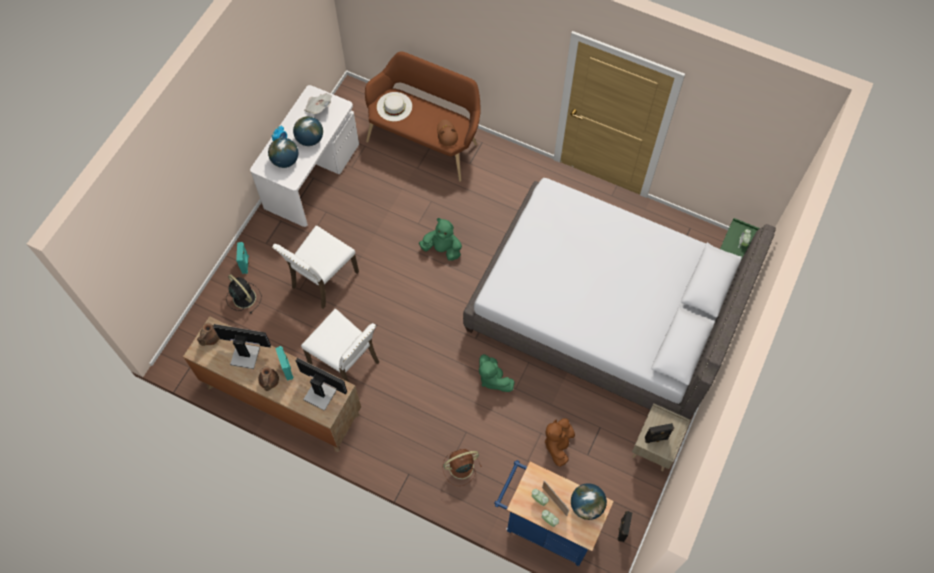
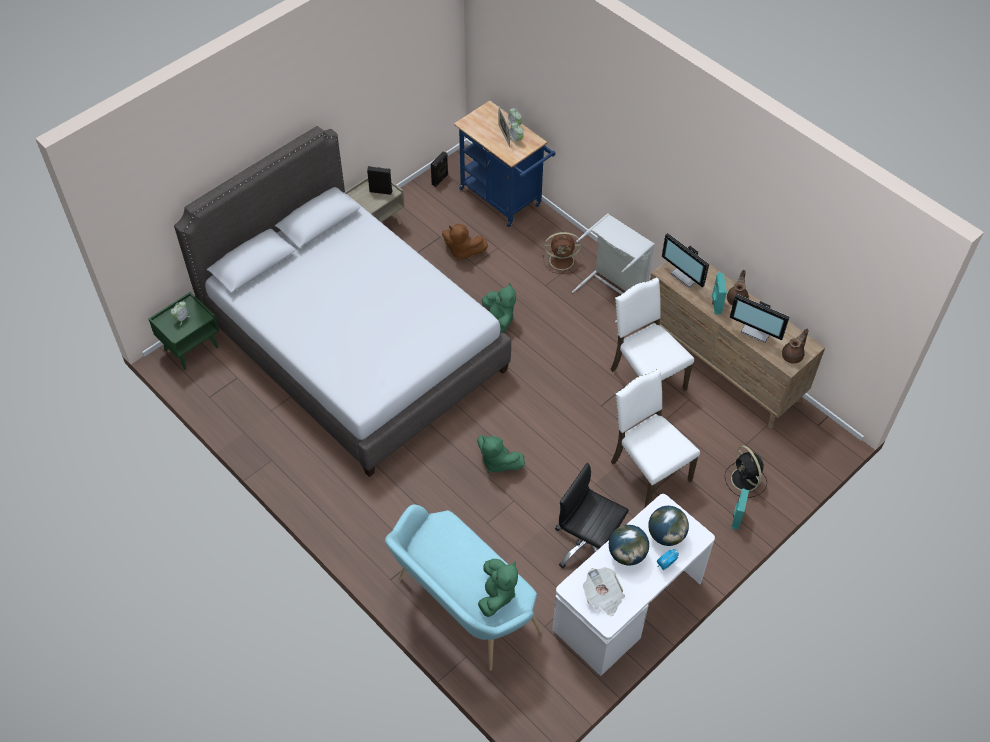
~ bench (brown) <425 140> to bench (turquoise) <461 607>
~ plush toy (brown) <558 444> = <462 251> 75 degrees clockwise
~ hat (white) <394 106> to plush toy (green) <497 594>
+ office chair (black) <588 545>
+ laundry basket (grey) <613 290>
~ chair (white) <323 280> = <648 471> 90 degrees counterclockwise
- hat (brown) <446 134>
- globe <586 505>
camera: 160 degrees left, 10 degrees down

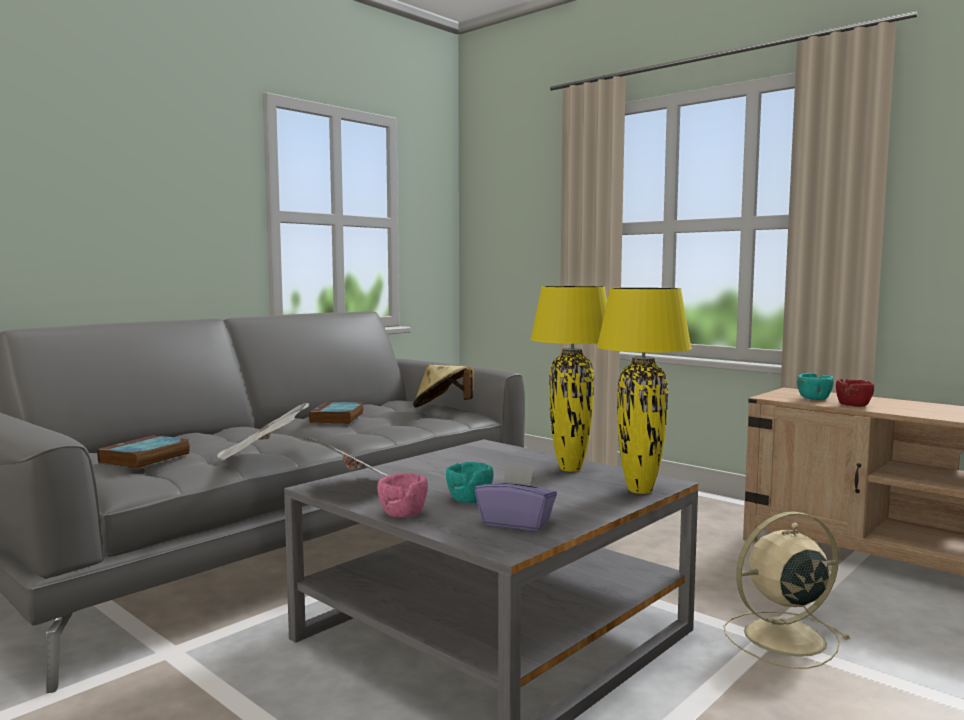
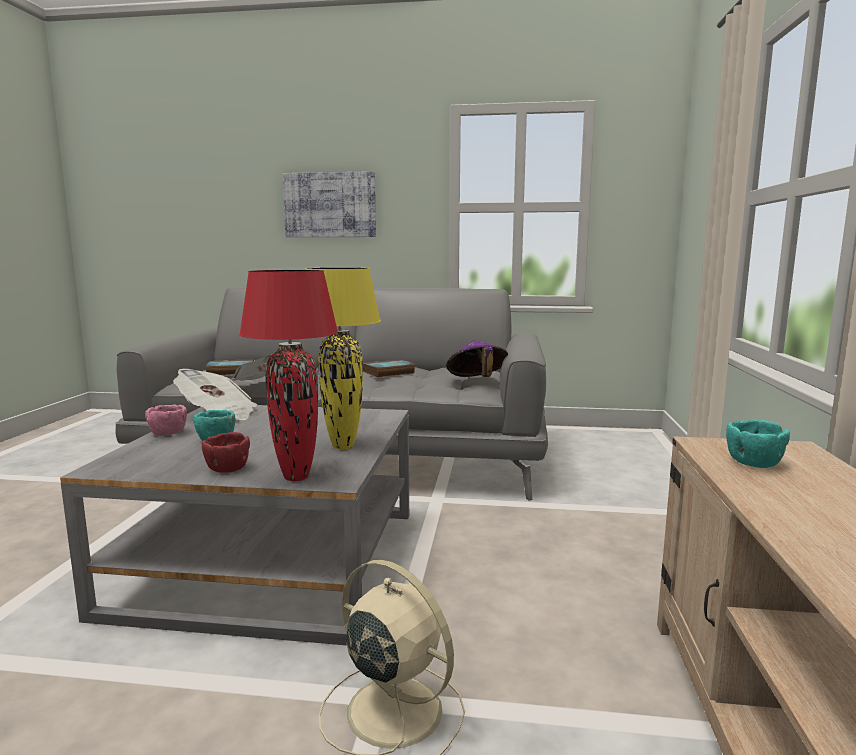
~ bowl (red) <853 405> to <227 469>
~ table lamp (yellow) <639 490> to table lamp (red) <295 477>
+ picture <330 205>
~ hat (beige) <442 408> to hat (purple) <477 381>
- tissue box (purple) <516 522>
camera: 55 degrees right, 5 degrees up

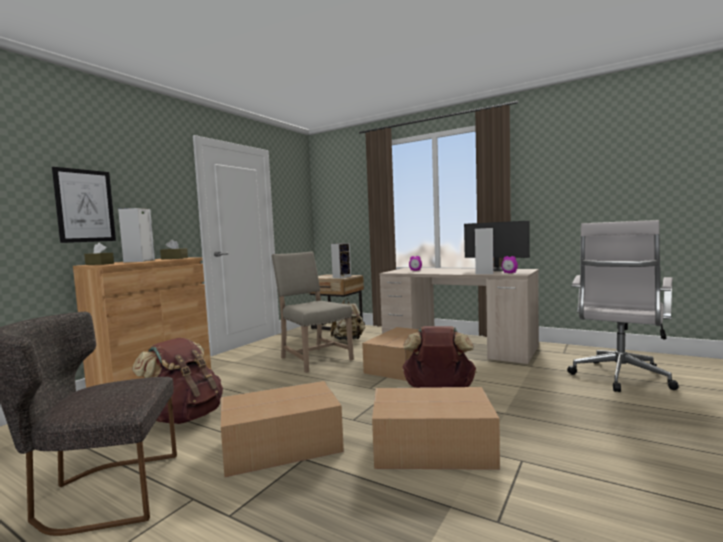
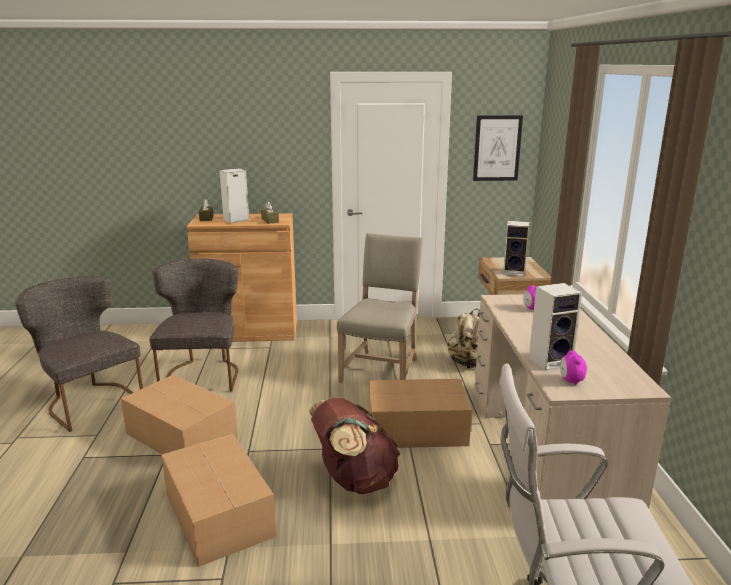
~ backpack (brown) <185 417> to chair (grey) <203 374>
~ picture <85 206> to <497 148>
- monitor <497 270>
camera: 55 degrees right, 15 degrees up

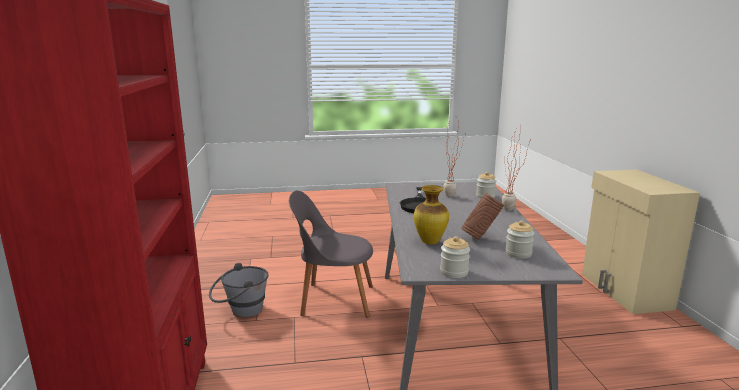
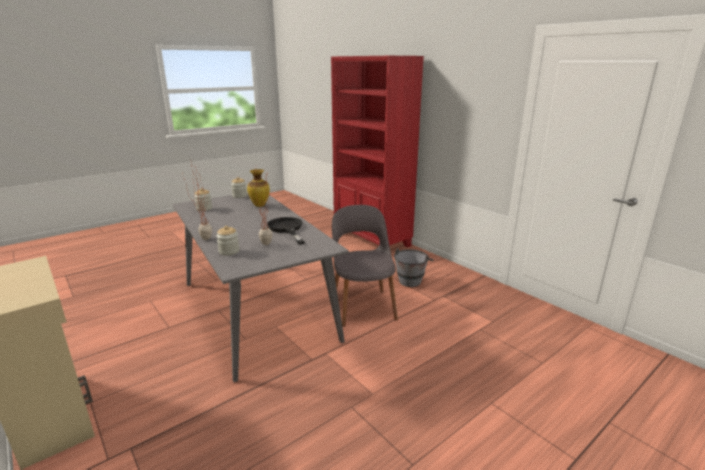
~ chair (grey) <334 300> = <363 305> 75 degrees counterclockwise
- vase (brown) <480 238>
camera: 150 degrees right, 5 degrees up

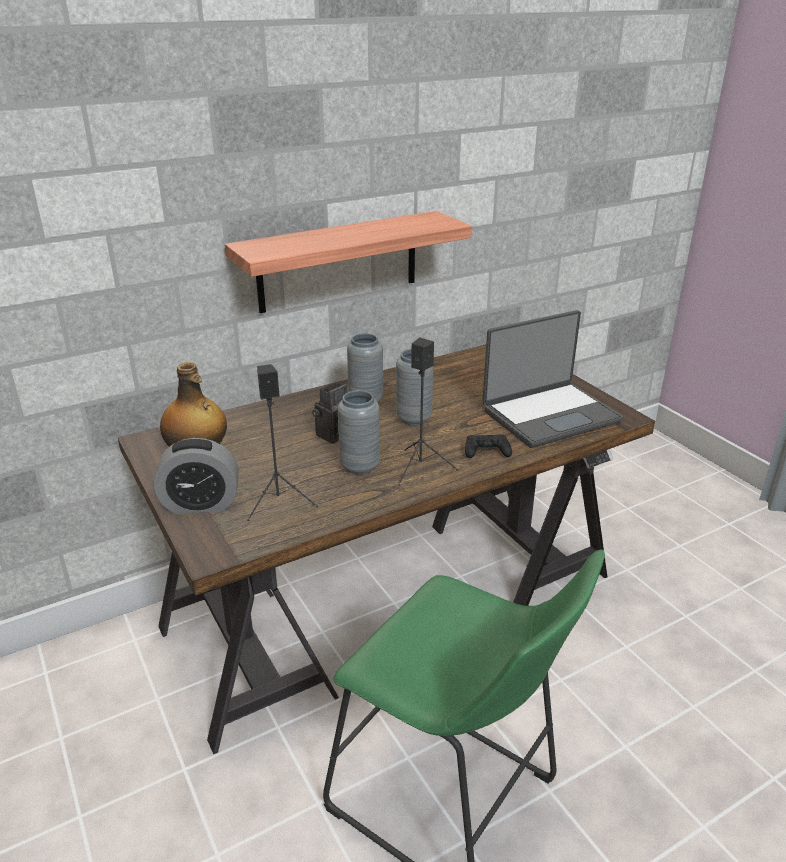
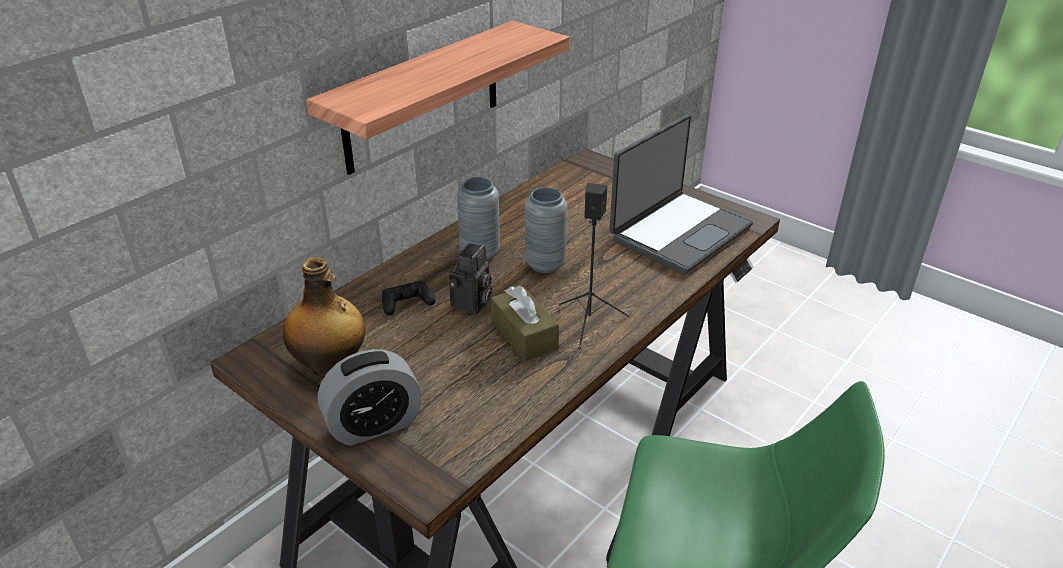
~ game controller (black) <486 451> to <407 303>
~ vase (grey) <359 466> to tissue box (brown) <524 335>
- speaker (black) <279 502>
camera: 20 degrees left, 5 degrees up

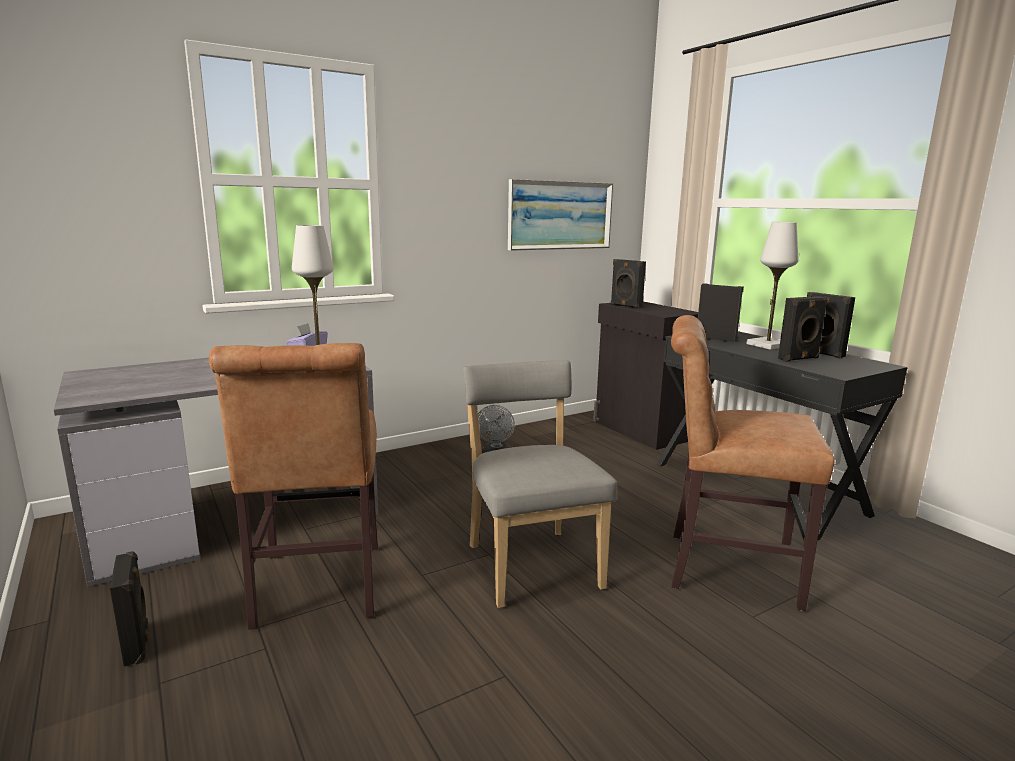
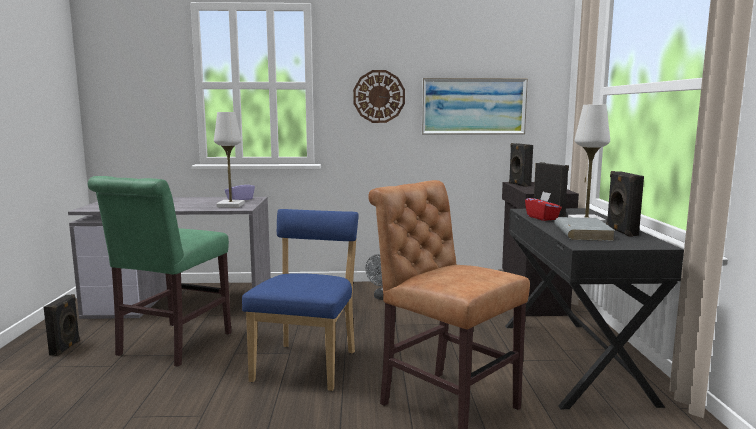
~ chair (brown) <317 590> to chair (green) <171 346>
~ chair (grey) <531 562> to chair (blue) <308 364>
+ wall clock <379 96>
+ tissue box (red) <542 218>
~ speaker (black) <799 359> to book (grey) <582 232>
camera: 30 degrees right, 5 degrees down

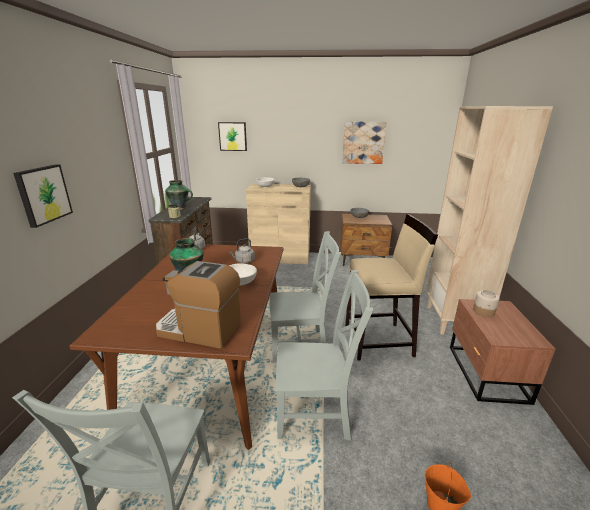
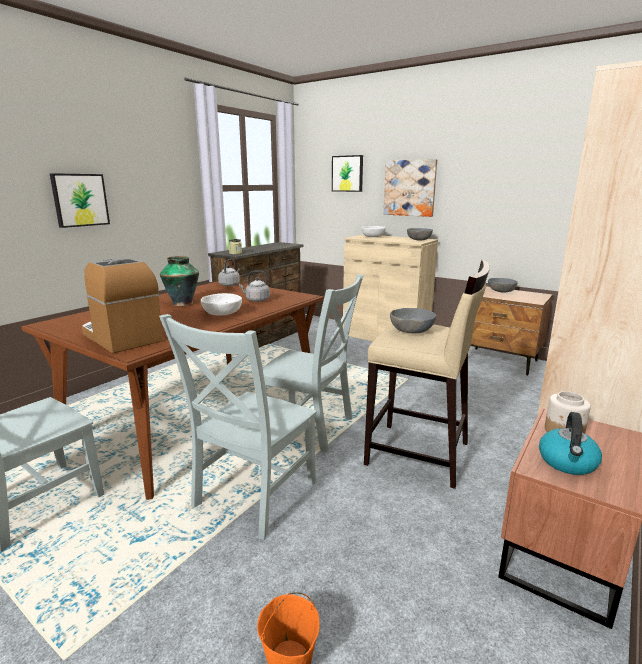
~ chair (grey) <316 412> = <252 497> 90 degrees clockwise
~ picture <363 142> to <410 188>
+ bowl (grey) <412 331>
+ kettle <567 462>
- vase <180 208>
camera: 30 degrees right, 5 degrees down

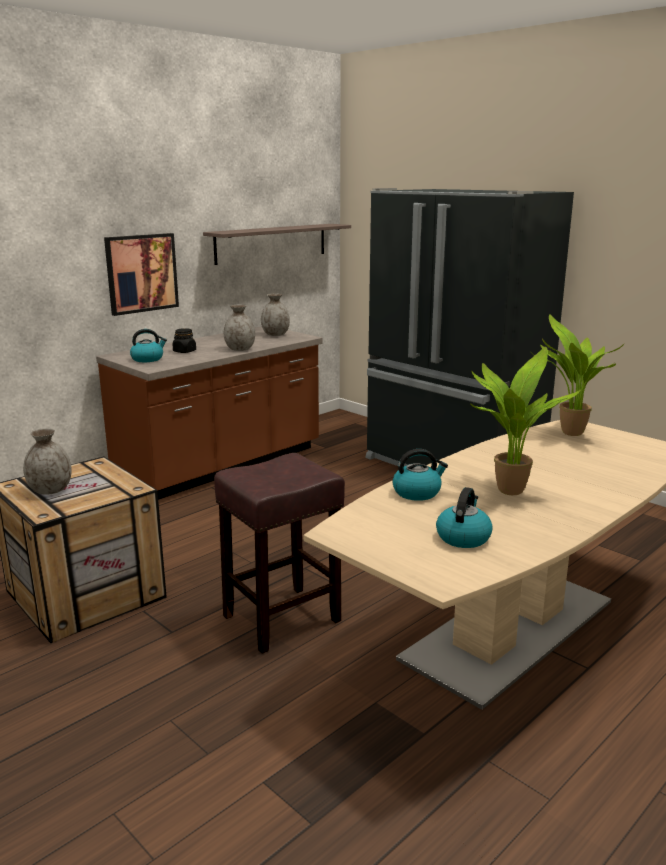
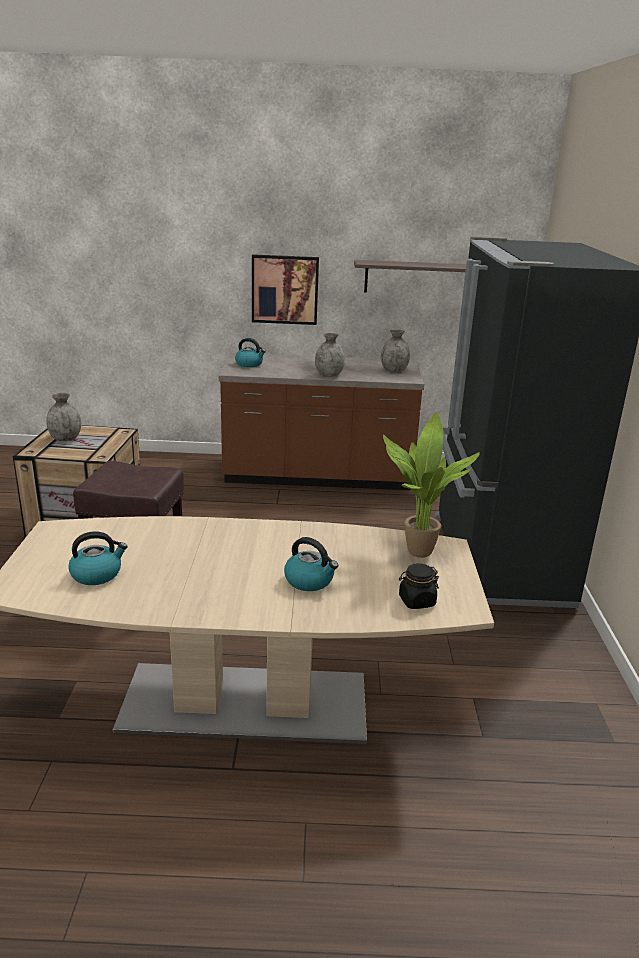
~ kettle <417 492> to <310 581>
~ jar (black) <184 351> to <416 601>
- potted plant <507 489>
camera: 45 degrees right, 5 degrees up

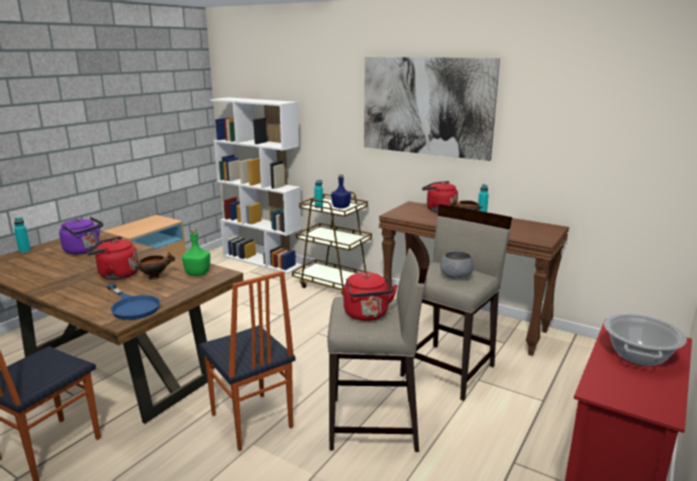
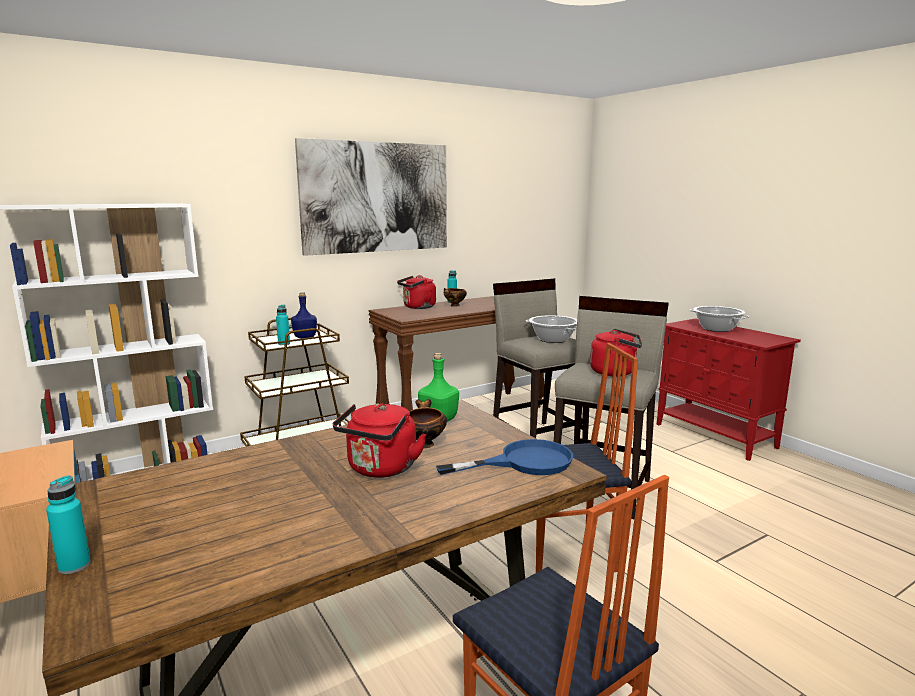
~ bowl (grey) <455 276> to cooking pot <553 339>
- kettle (purple) <84 250>
camera: 65 degrees left, 5 degrees down

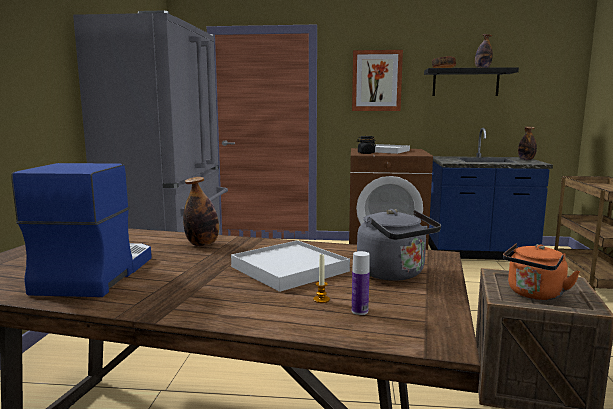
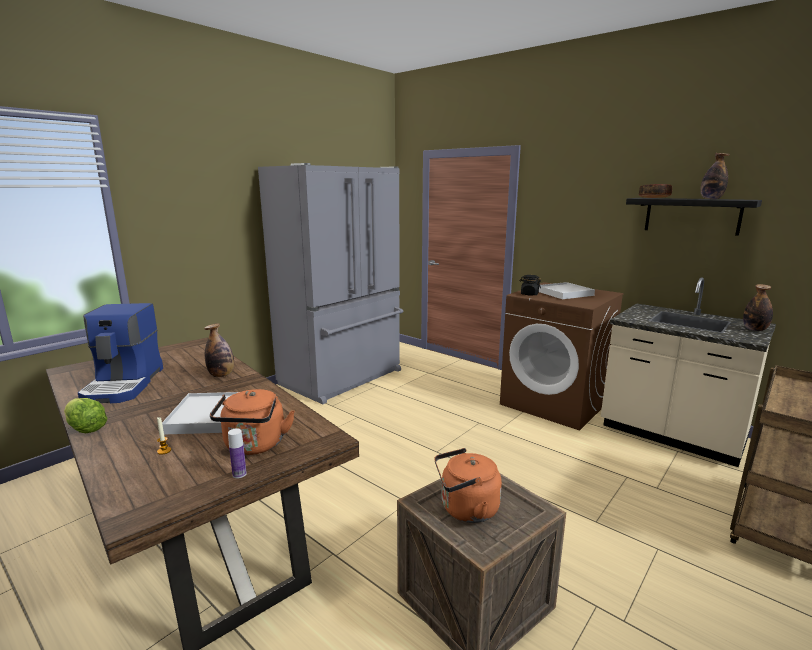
+ lettuce <86 429>
~ coffee machine <95 274> = <125 385> 135 degrees clockwise
~ kettle (grey) <394 274> to kettle (orange) <254 446>
~ bottle <359 311> to <239 474>
~ counter (blue) <480 253> to counter (beige) <671 435>
- picture <376 81>
camera: 35 degrees right, 5 degrees up

